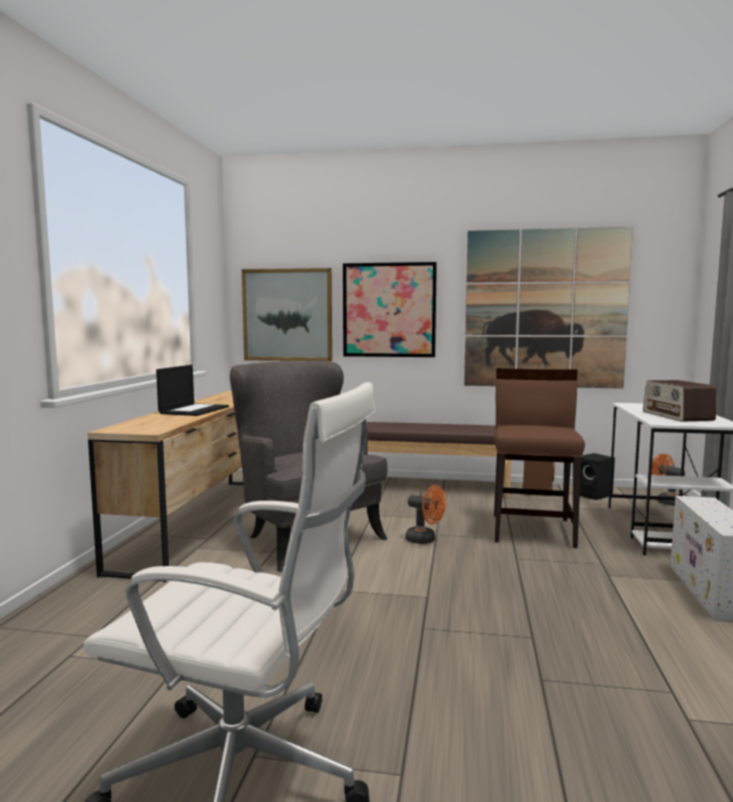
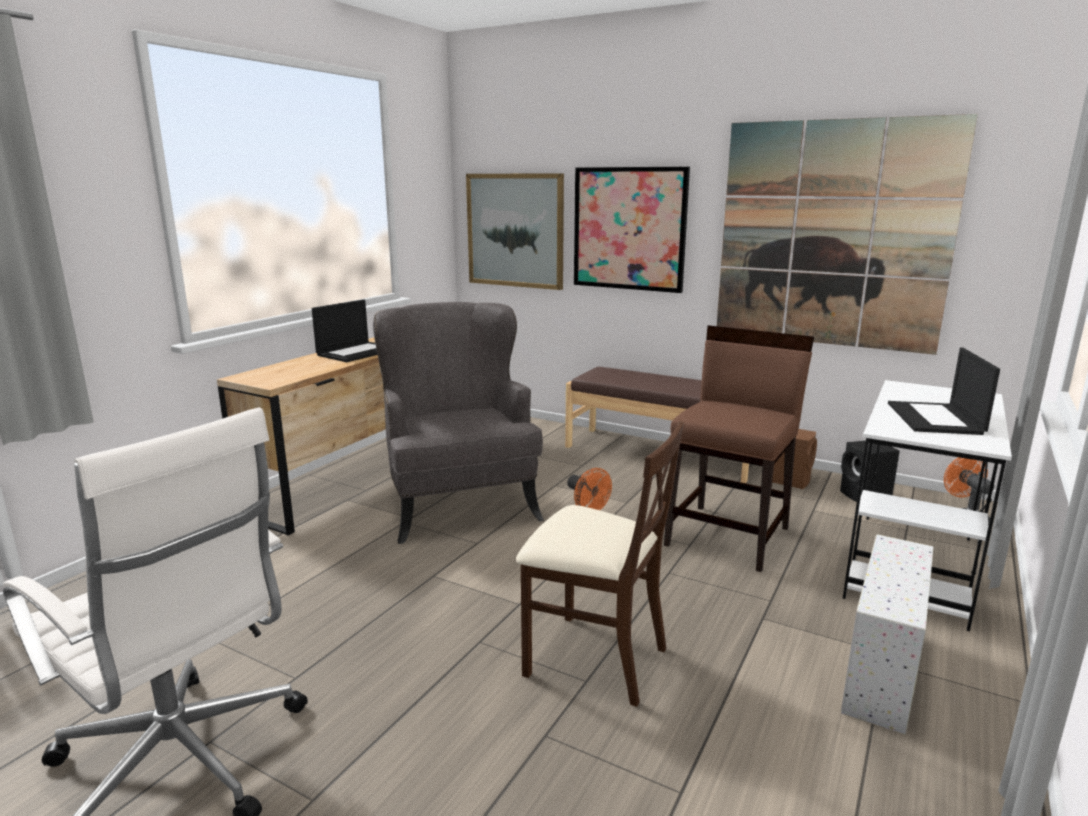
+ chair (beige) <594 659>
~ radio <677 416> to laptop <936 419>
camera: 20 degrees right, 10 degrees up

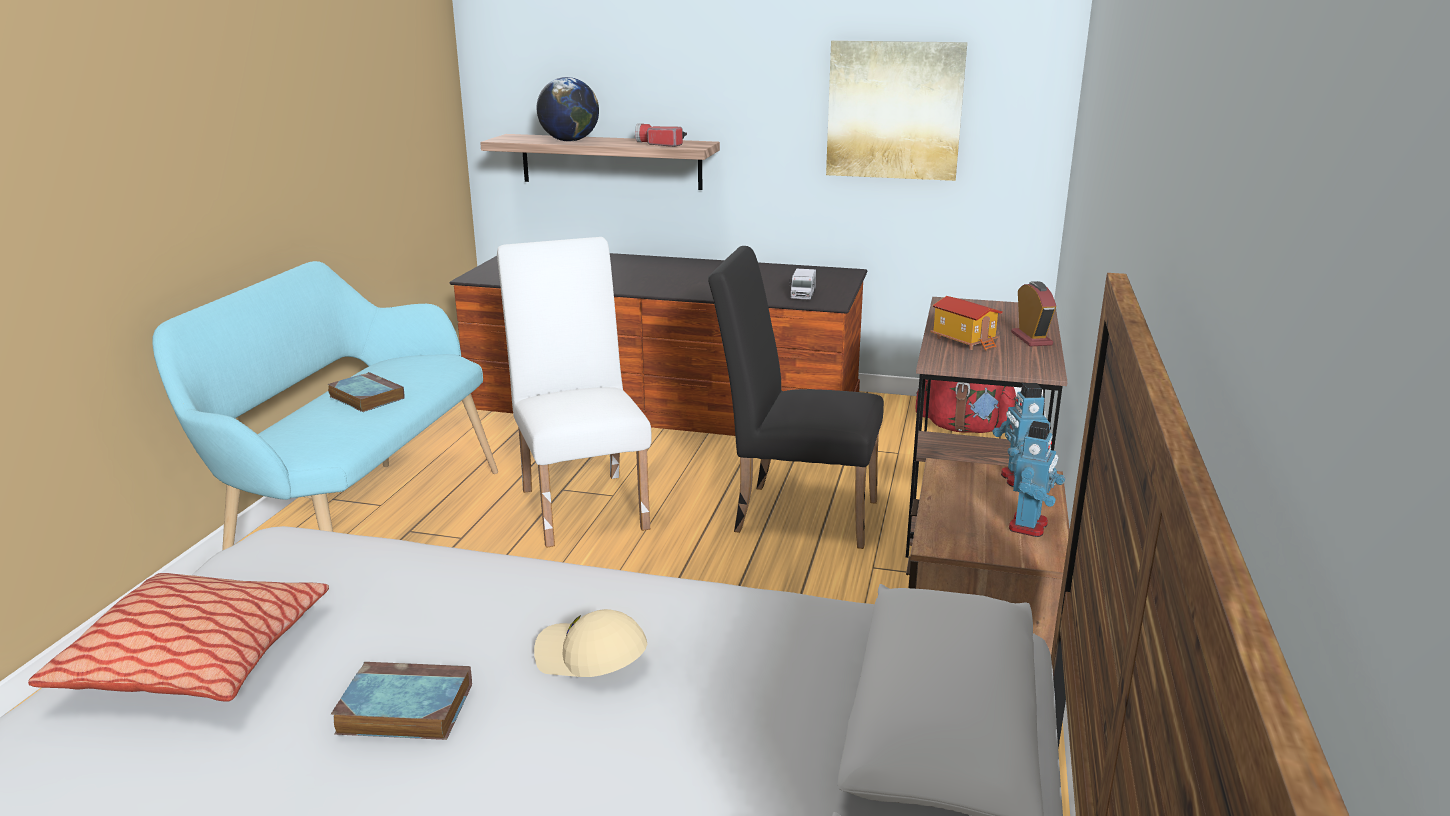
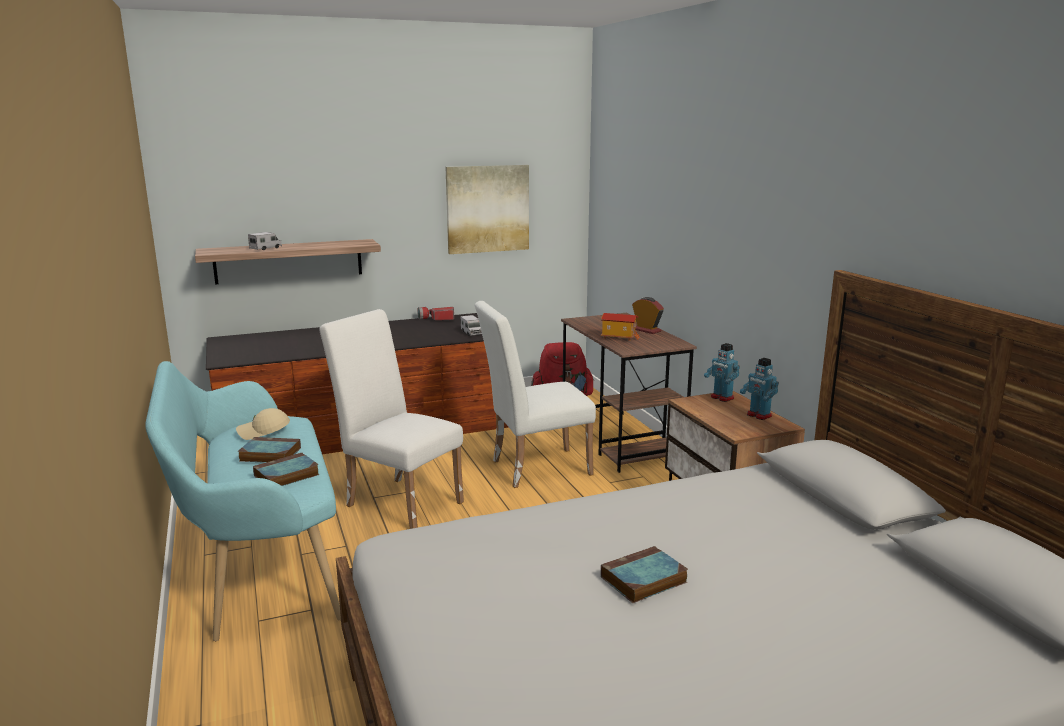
~ cap (beige) <589 658> to <263 432>
~ globe <569 141> to toy truck <266 248>
+ book <285 476>
~ flashlight <658 144> to <436 319>
~ chair (black) <794 513> to chair (white) <533 468>
~ toy robot <1029 526> = <758 415> 150 degrees clockwise
- pillow <197 659>
camera: 35 degrees left, 5 degrees down

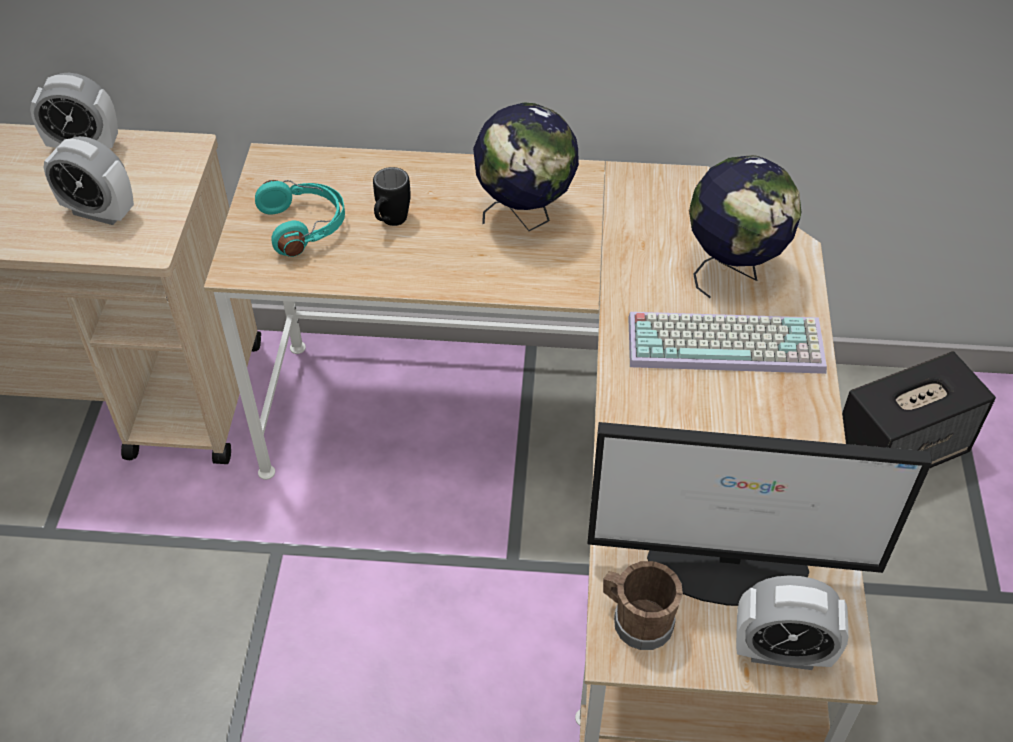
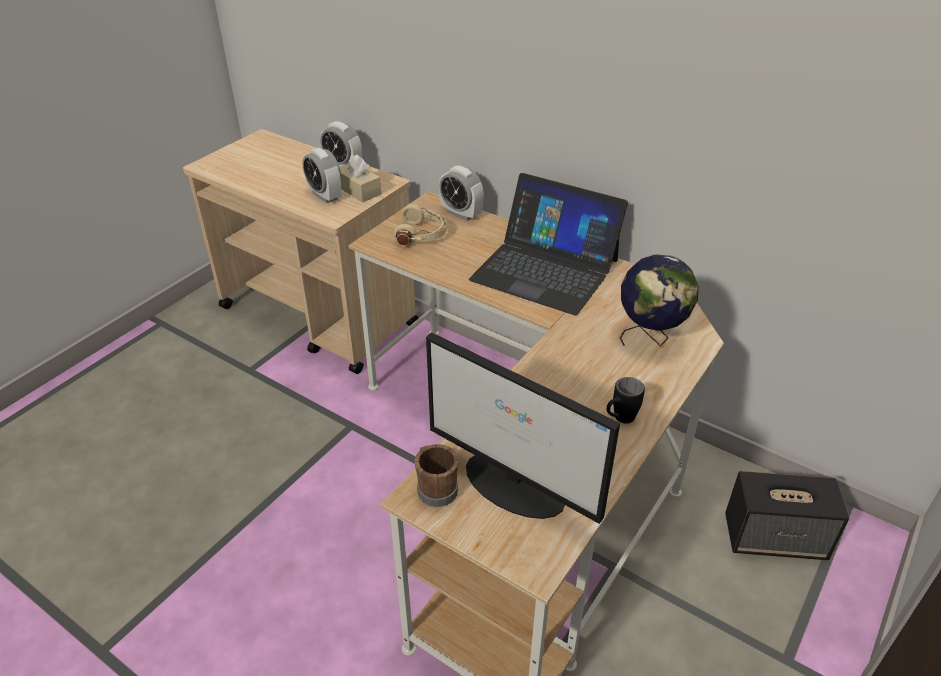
+ tissue box (beige) <358 190>
~ headphones (turquoise) <305 226> to headphones (beige) <422 235>
~ alarm clock <781 652> to <461 213>
~ globe <525 217> to laptop <545 269>
~ mug (black) <390 223> to <619 419>
- keyboard <727 341>
camera: 30 degrees right, 10 degrees down

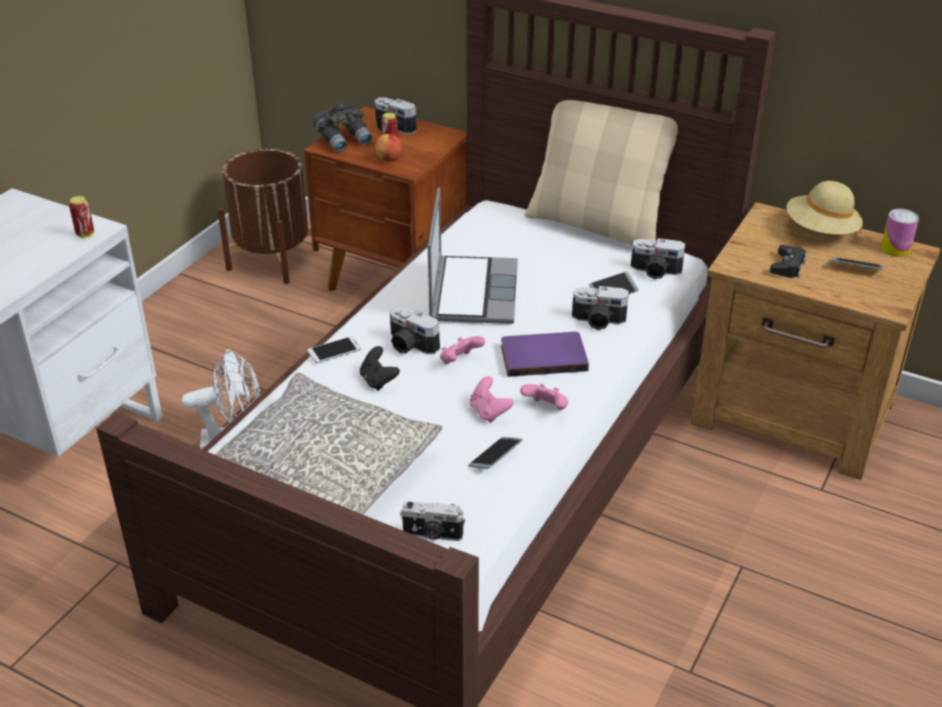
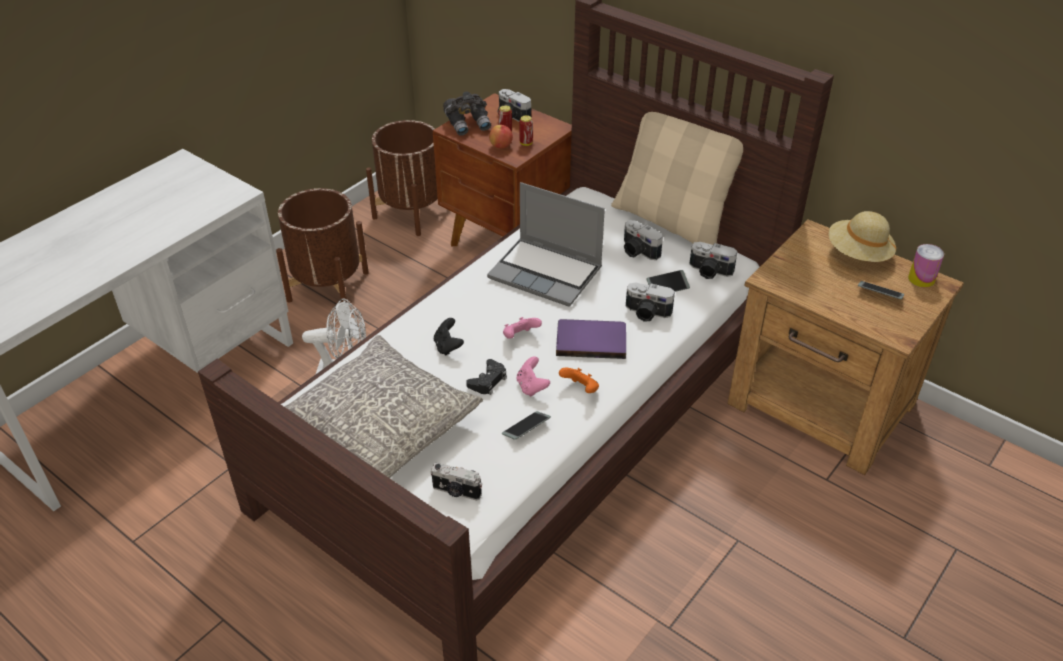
+ planter (brown) <328 286>
~ game controller (black) <788 266> to <488 381>
~ laptop <472 292> = <547 273> 105 degrees clockwise
~ can <85 234> to <526 143>
~ game controller (pink) <546 408> to game controller (orange) <580 389>
~ photo camera <410 345> to <638 251>
- phone <334 350>
camera: 10 degrees right, 5 degrees up

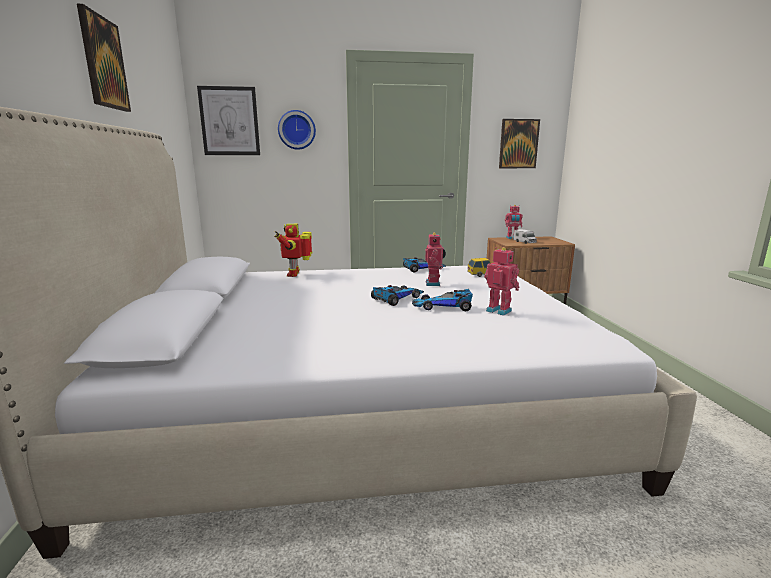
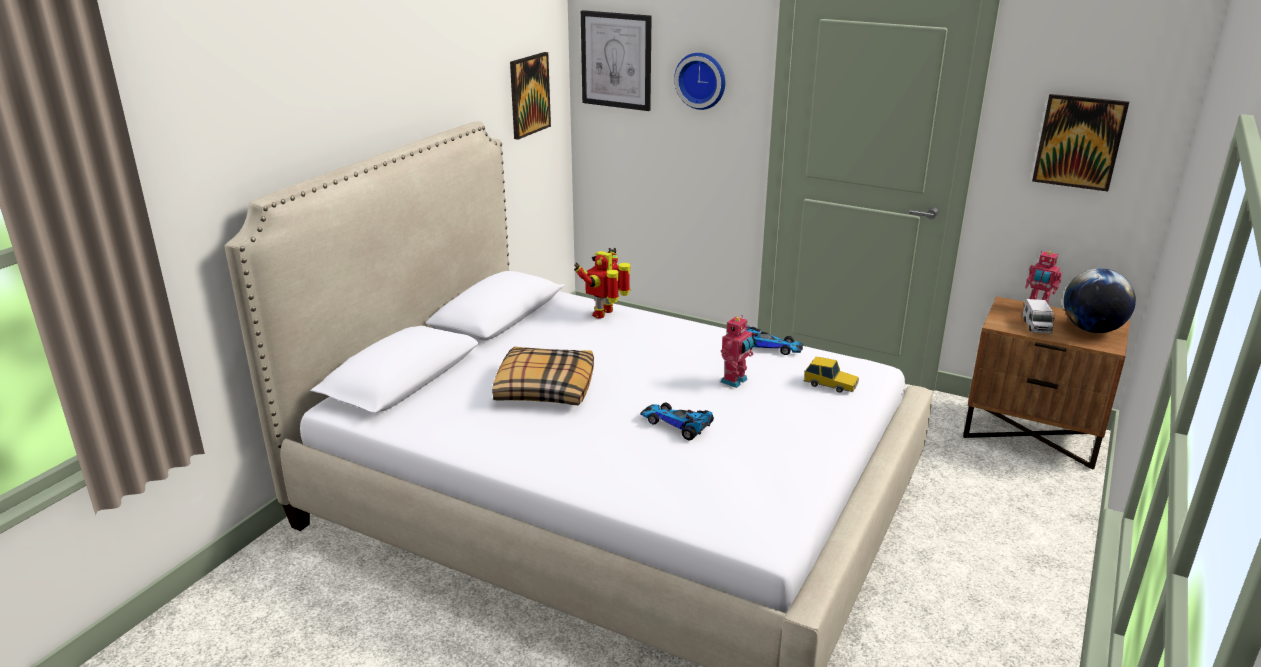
+ pillow <544 388>
~ picture <103 63> to <529 95>
+ globe <1091 329>
- toy car <397 298>
- toy robot <499 310>
camera: 35 degrees right, 10 degrees up

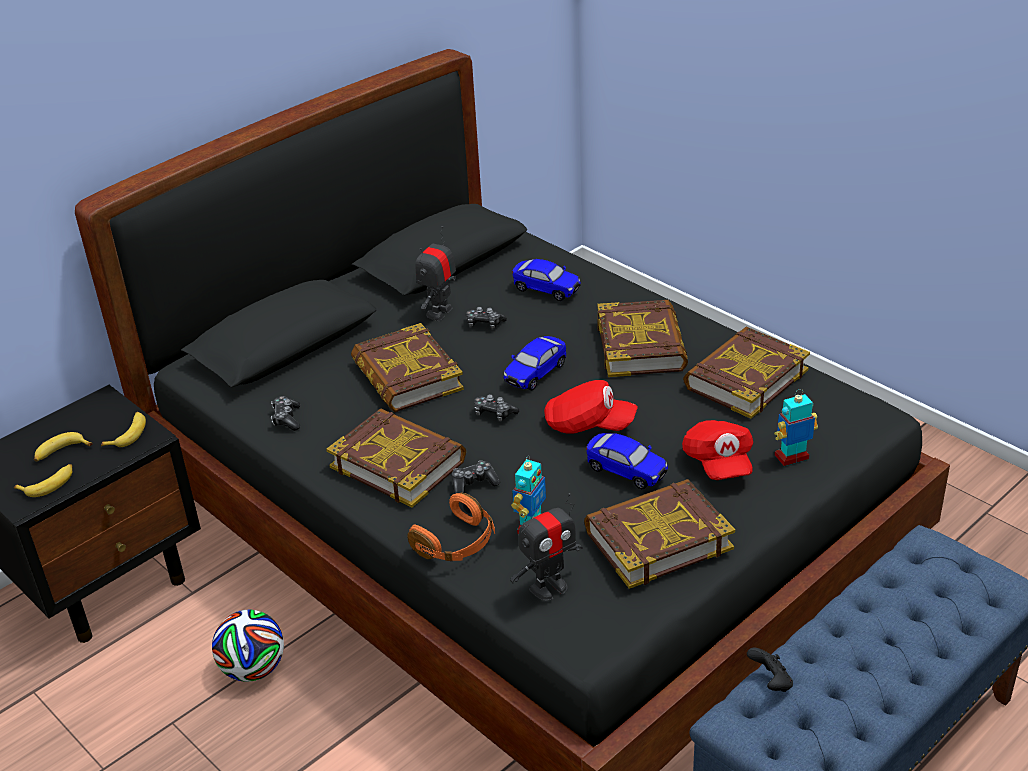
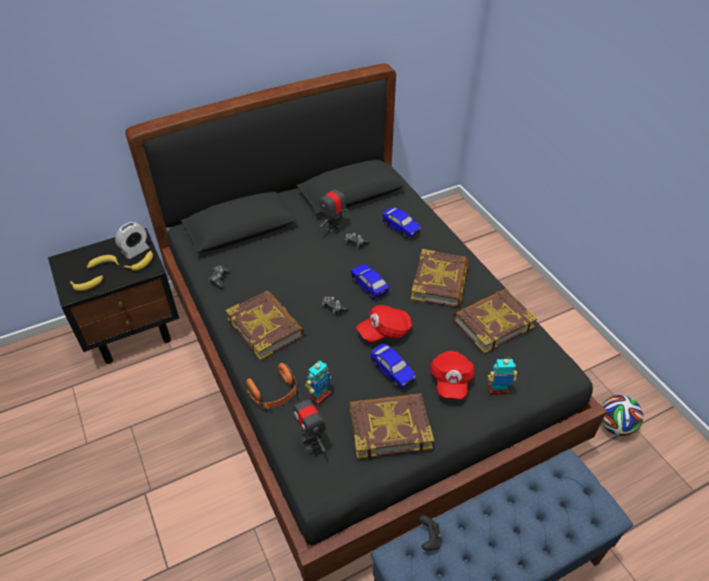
+ alarm clock <135 251>
~ toy robot <549 587> = <311 442> 75 degrees clockwise
~ toy car <535 373> = <369 286> 90 degrees clockwise
~ cap (red) <589 425> = <384 331> 120 degrees clockwise
~ football <253 669> to <615 426>
- book <406 376>
- game controller <473 484>
camera: 15 degrees right, 10 degrees up

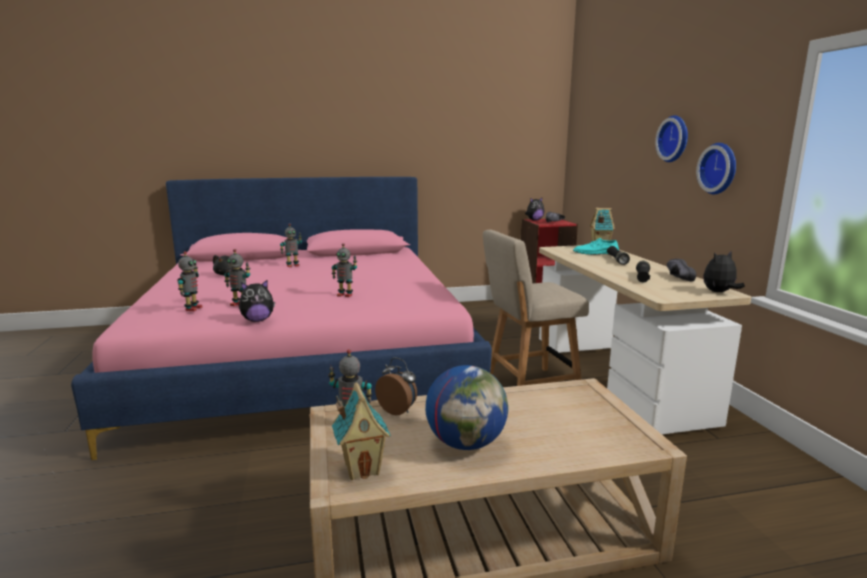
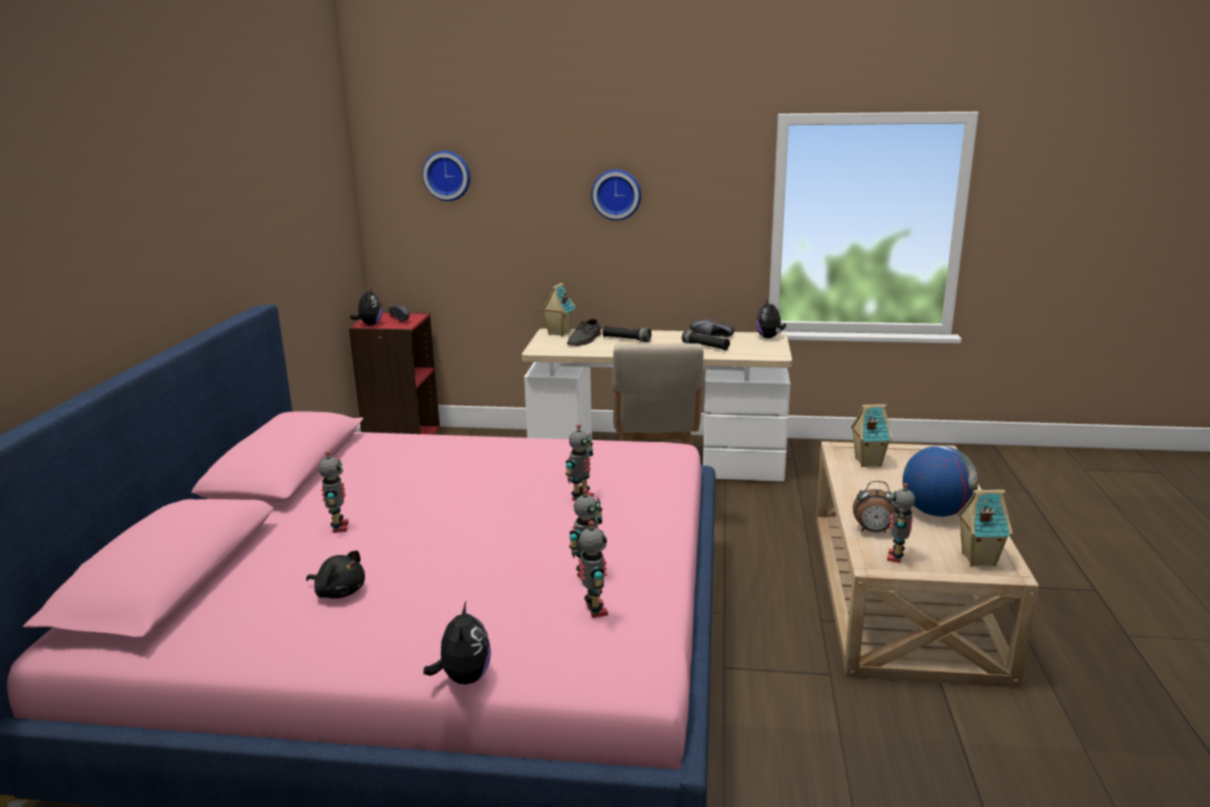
~ wall clock <720 168> to <447 175>
~ plush toy <257 320> to <463 678>
~ shoe (turquoise) <595 253> to shoe (grey) <585 340>
~ toy robot <192 308> = <594 610> 45 degrees clockwise
+ toy house <867 462>
~ alarm clock <398 410> = <873 531> 135 degrees counterclockwise
camera: 70 degrees left, 5 degrees up

